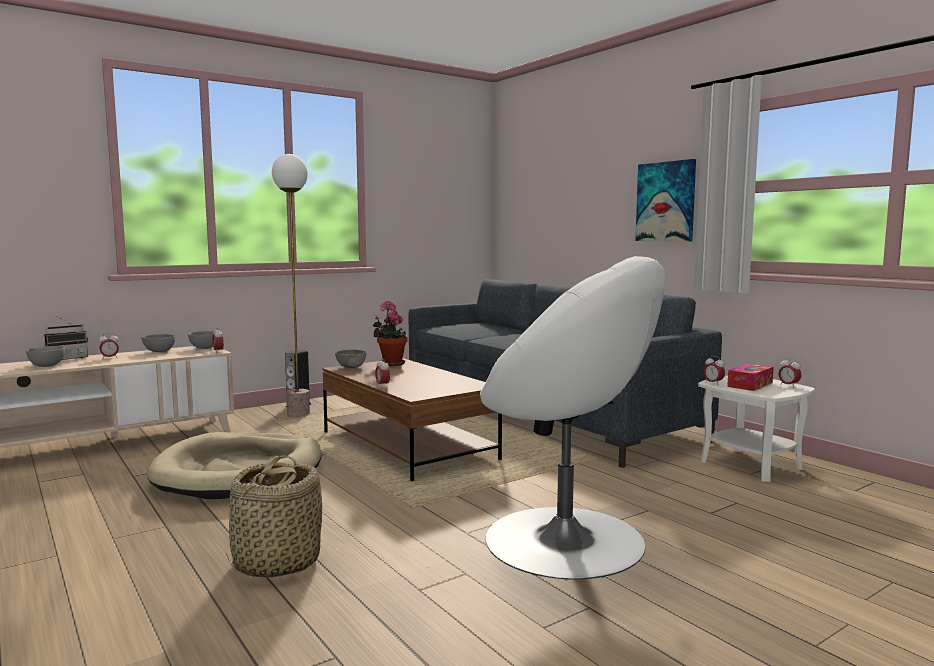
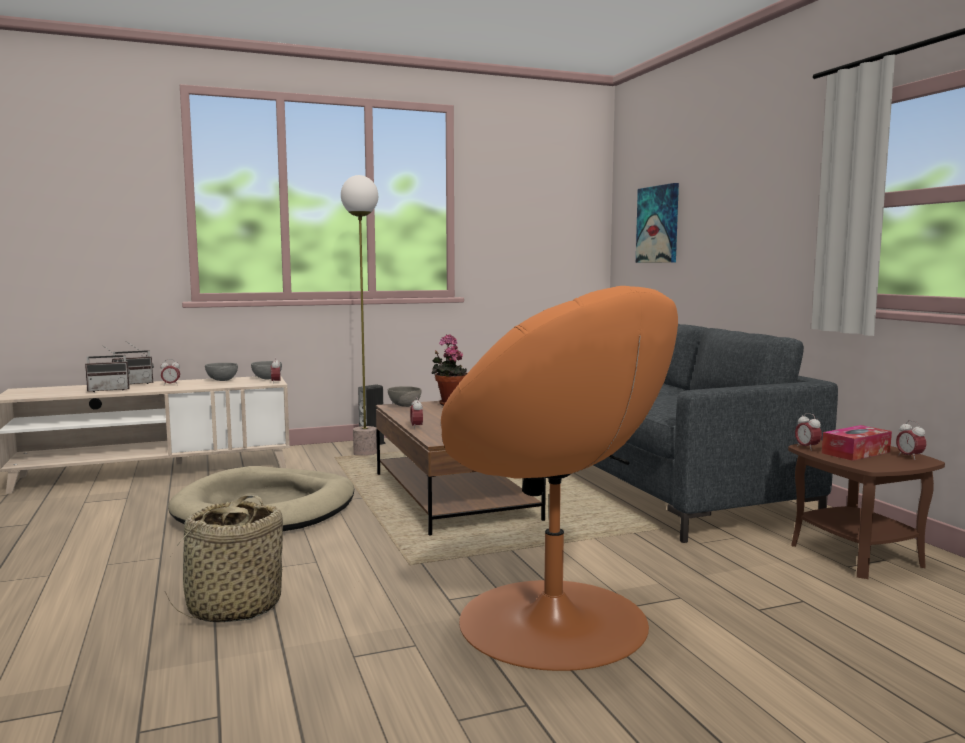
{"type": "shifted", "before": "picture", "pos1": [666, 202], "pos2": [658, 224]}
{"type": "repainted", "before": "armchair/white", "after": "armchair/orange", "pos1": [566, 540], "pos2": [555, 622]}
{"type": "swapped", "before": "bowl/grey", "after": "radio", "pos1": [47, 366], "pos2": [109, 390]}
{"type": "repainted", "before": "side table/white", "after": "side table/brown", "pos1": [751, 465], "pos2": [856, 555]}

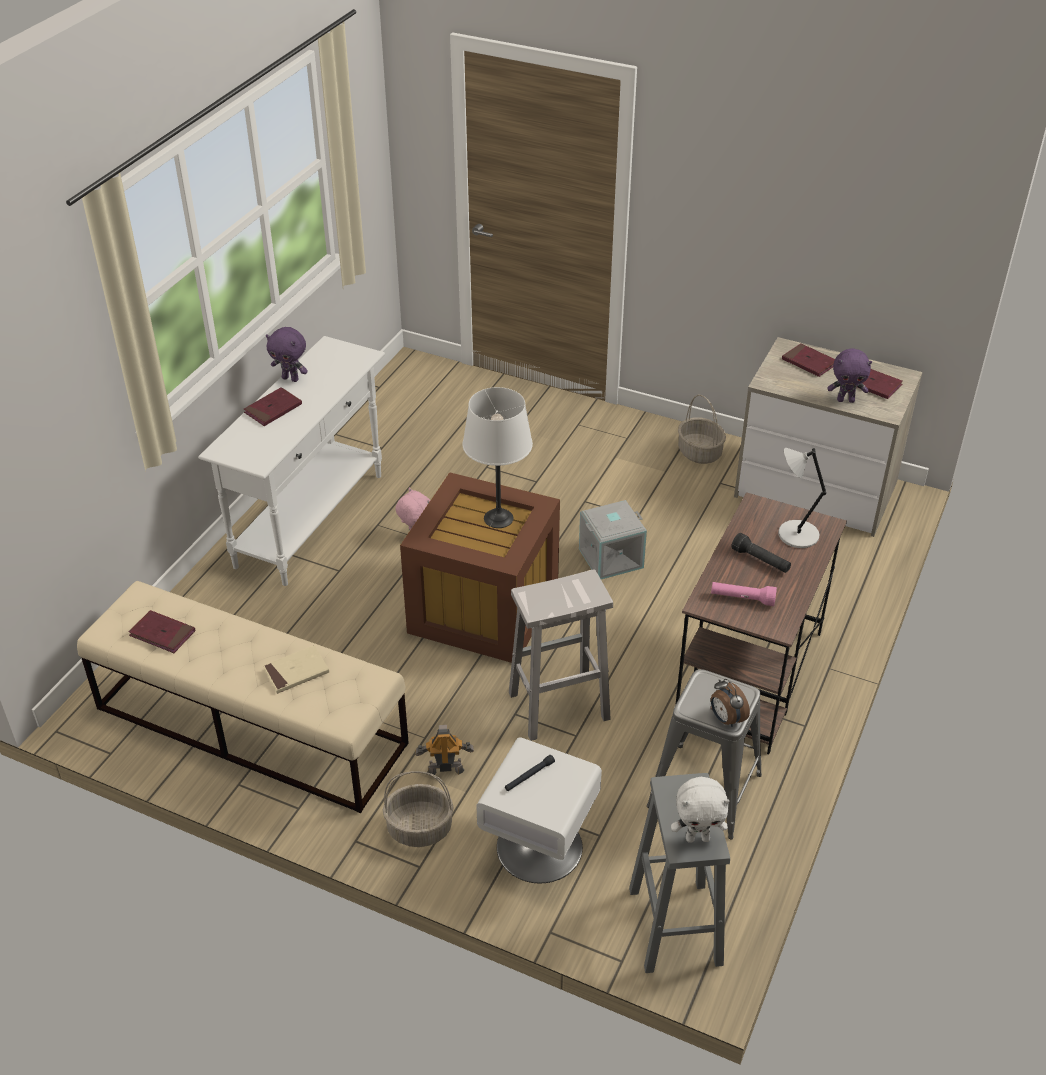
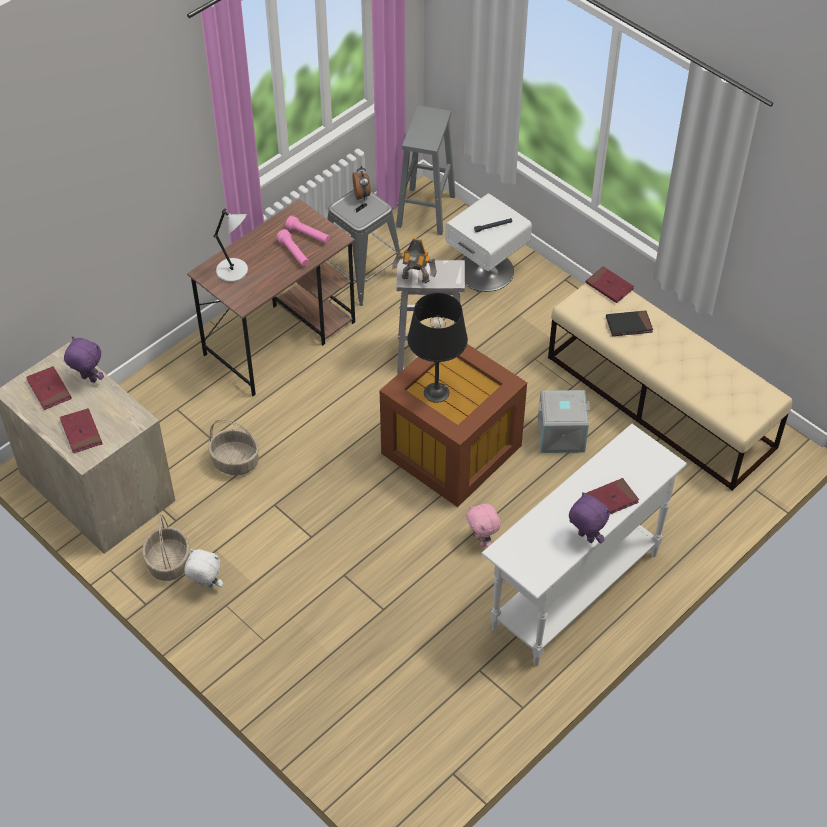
{"type": "repainted", "before": "table lamp/white", "after": "table lamp/black", "pos1": [498, 518], "pos2": [436, 392]}
{"type": "shifted", "before": "storage box/grey", "pos1": [611, 557], "pos2": [560, 436]}
{"type": "gone", "before": "flashlight/black", "pos1": [760, 561]}
{"type": "shifted", "before": "book/red", "pos1": [162, 634], "pos2": [609, 286]}
{"type": "repainted", "before": "book/beige", "after": "book/black", "pos1": [296, 672], "pos2": [629, 325]}
{"type": "shifted", "before": "toy robot", "pos1": [445, 770], "pos2": [415, 279]}
{"type": "shifted", "before": "basket", "pos1": [419, 829], "pos2": [236, 461]}
{"type": "shifted", "before": "plush toy/white", "pos1": [698, 837], "pos2": [206, 587]}
{"type": "new", "after": "flashlight/pink", "pos2": [294, 253]}

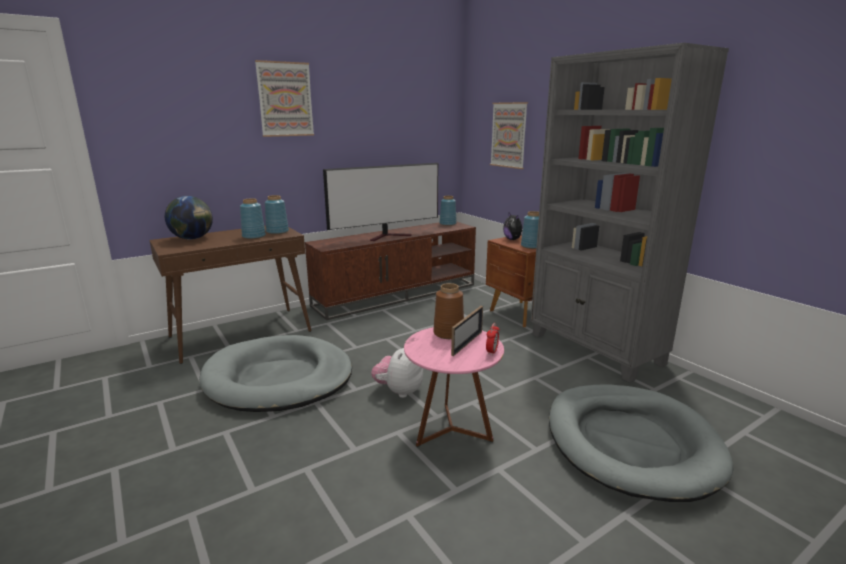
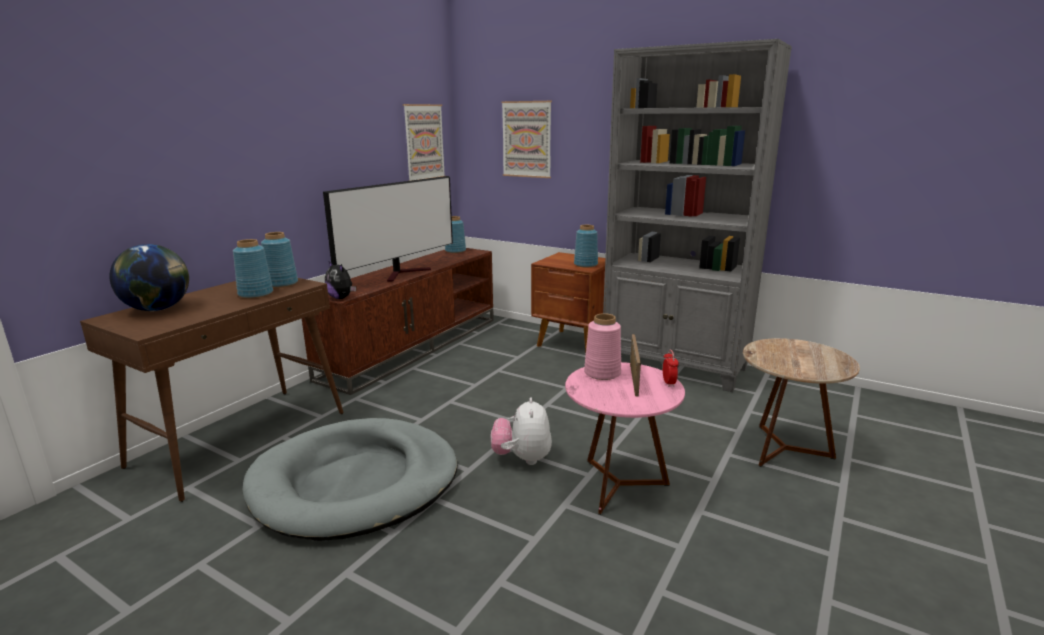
{"type": "shifted", "before": "picture", "pos1": [285, 99], "pos2": [424, 142]}
{"type": "shifted", "before": "plush toy", "pos1": [513, 239], "pos2": [341, 298]}
{"type": "repainted", "before": "vase/brown", "after": "vase/pink", "pos1": [448, 333], "pos2": [601, 373]}
{"type": "swapped", "before": "dog bed/grey", "after": "side table/brown", "pos1": [630, 443], "pos2": [784, 449]}

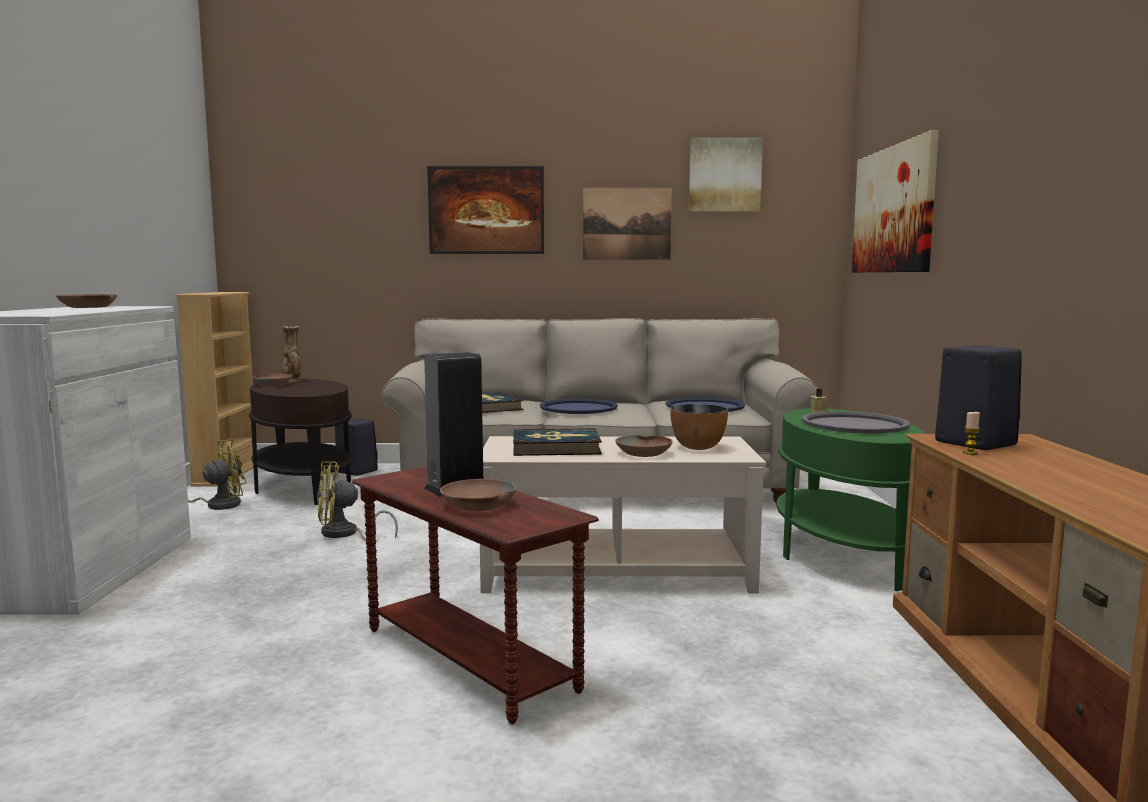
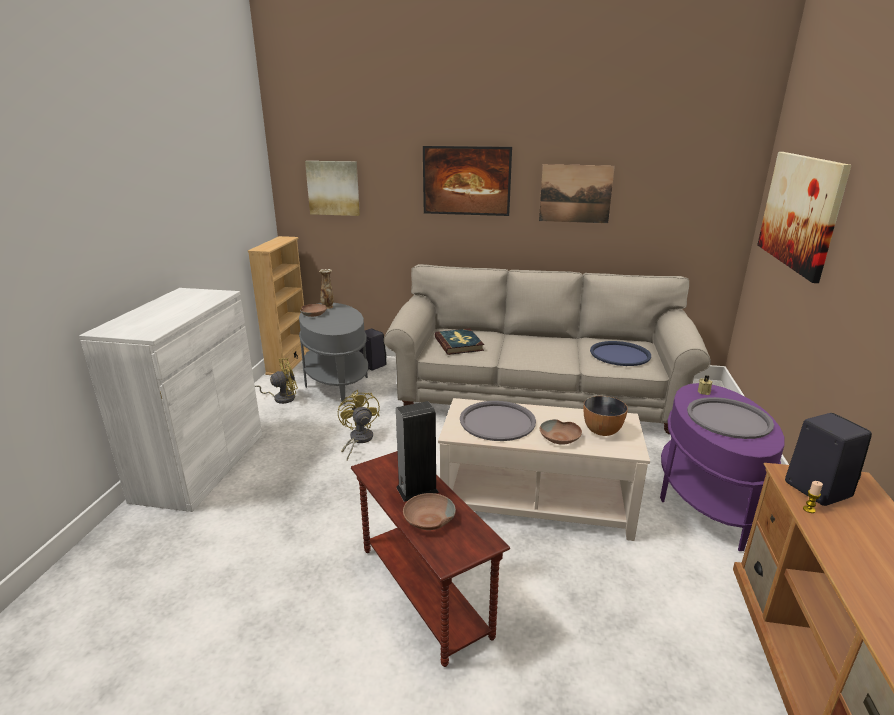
{"type": "shifted", "before": "picture", "pos1": [724, 175], "pos2": [333, 188]}
{"type": "gone", "before": "bowl/brown", "pos1": [87, 307]}
{"type": "repainted", "before": "side table/brown", "after": "side table/grey", "pos1": [303, 487], "pos2": [336, 382]}
{"type": "gone", "before": "tray/blue", "pos1": [579, 408]}
{"type": "repainted", "before": "side table/green", "after": "side table/purple", "pos1": [843, 555], "pos2": [706, 501]}
{"type": "swapped", "before": "book", "after": "tray/grey", "pos1": [556, 447], "pos2": [497, 421]}
{"type": "rotated", "before": "fan/yellow", "pos1": [345, 534], "pos2": [358, 440], "turn": 75}

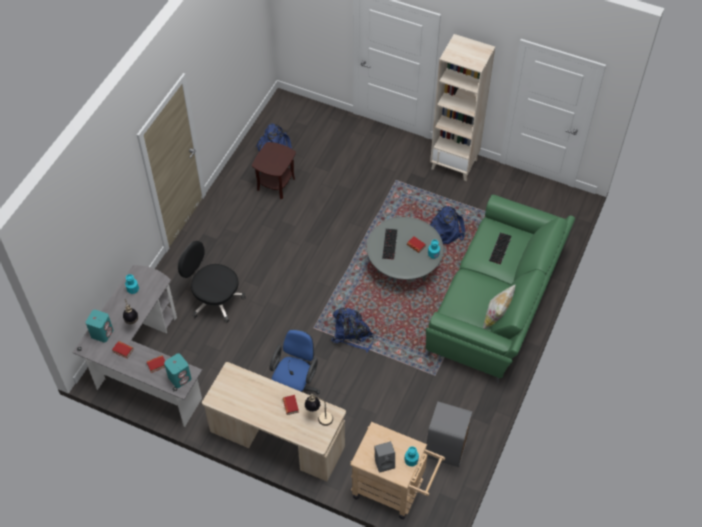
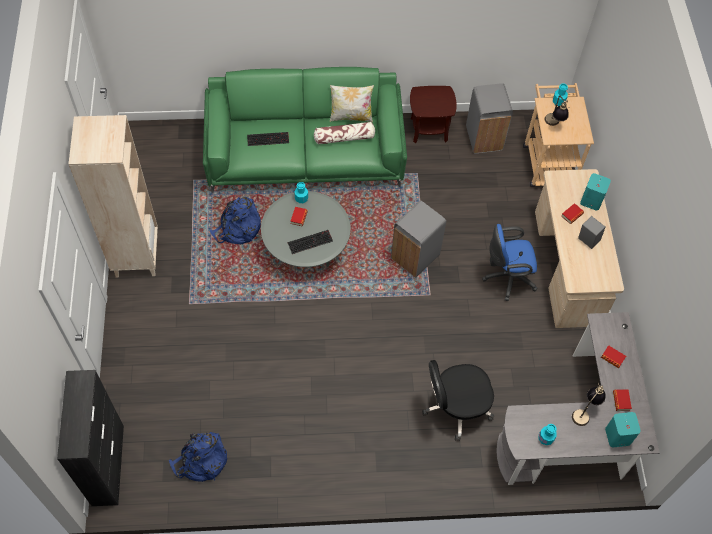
{"type": "shifted", "before": "side table/brown", "pos1": [276, 184], "pos2": [429, 129]}
{"type": "rotated", "before": "office chair/black", "pos1": [214, 300], "pos2": [456, 407], "turn": 75}
{"type": "swapped", "before": "backpack/blue", "after": "trash can/grey", "pos1": [352, 334], "pos2": [415, 257]}
{"type": "shifted", "before": "speaker/turquoise", "pos1": [180, 377], "pos2": [591, 200]}
{"type": "shifted", "before": "table lamp", "pos1": [319, 417], "pos2": [553, 125]}
{"type": "shifted", "before": "speaker/grey", "pos1": [384, 462], "pos2": [587, 240]}
{"type": "new", "after": "pillow", "pos2": [344, 138]}
{"type": "new", "after": "cabinet/black", "pos2": [108, 464]}

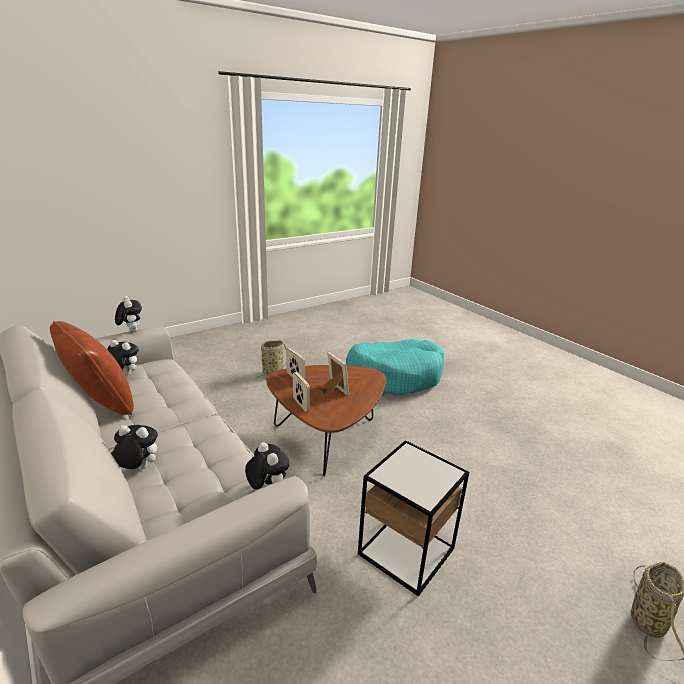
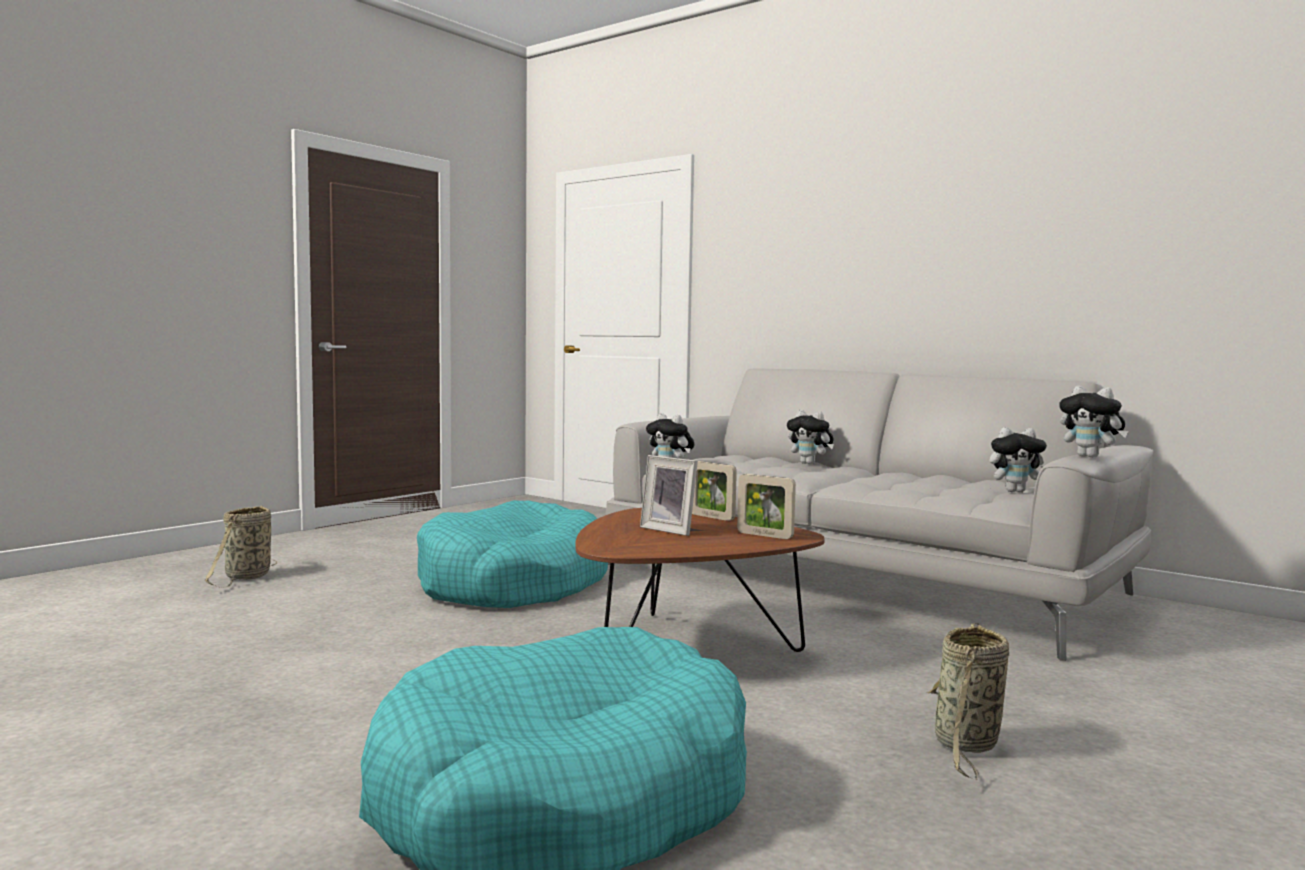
{"type": "gone", "before": "pillow/brown", "pos1": [100, 404]}
{"type": "rotated", "before": "plush toy", "pos1": [137, 468], "pos2": [810, 463], "turn": 45}
{"type": "swapped", "before": "side table", "after": "dog bed/turquoise", "pos1": [406, 551], "pos2": [512, 584]}

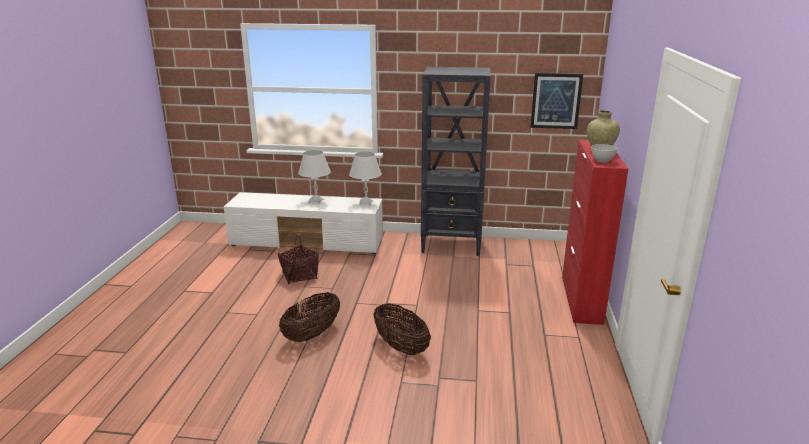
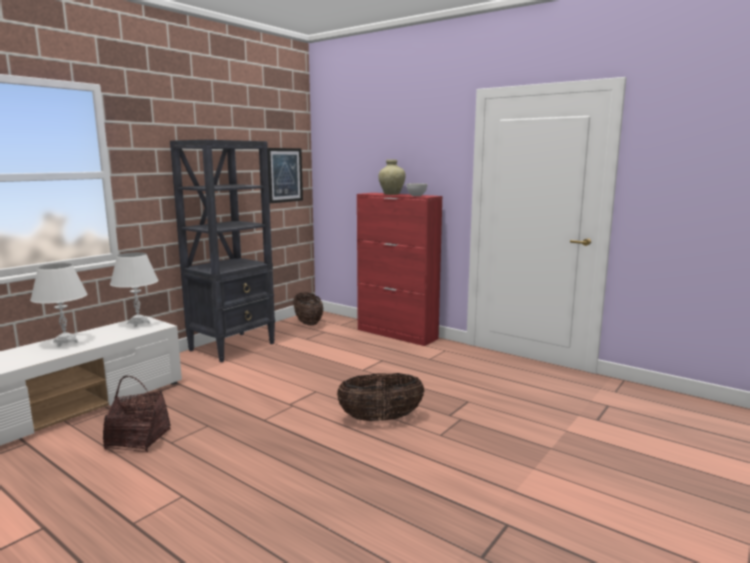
{"type": "shifted", "before": "basket", "pos1": [312, 334], "pos2": [308, 323]}

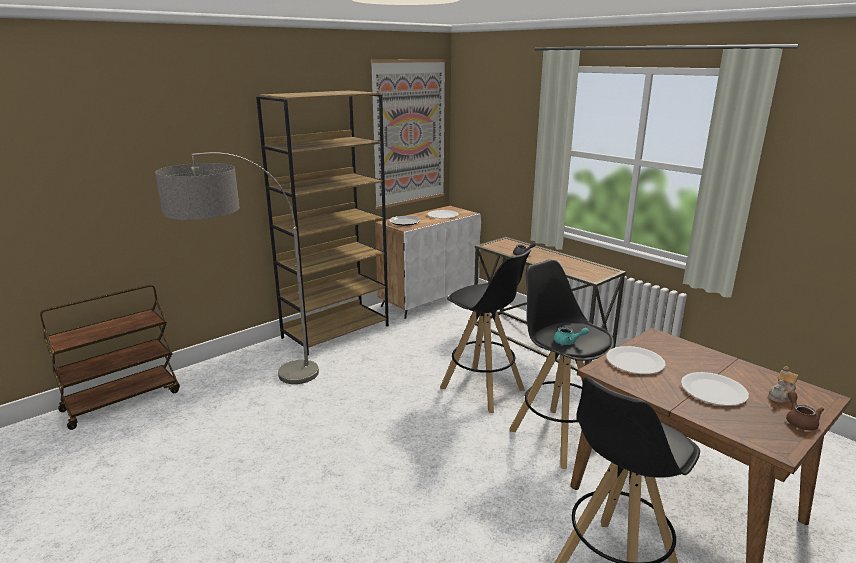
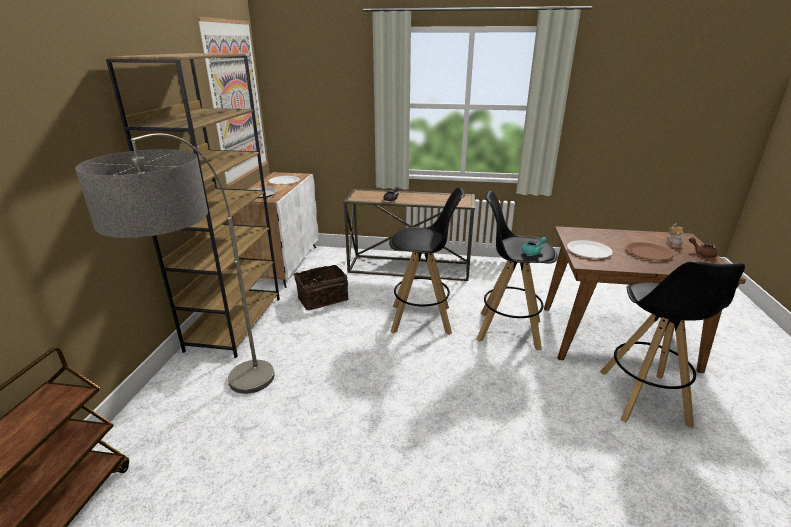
{"type": "repainted", "before": "plate/white", "after": "plate/brown", "pos1": [713, 391], "pos2": [648, 252]}
{"type": "new", "after": "basket", "pos2": [322, 298]}

